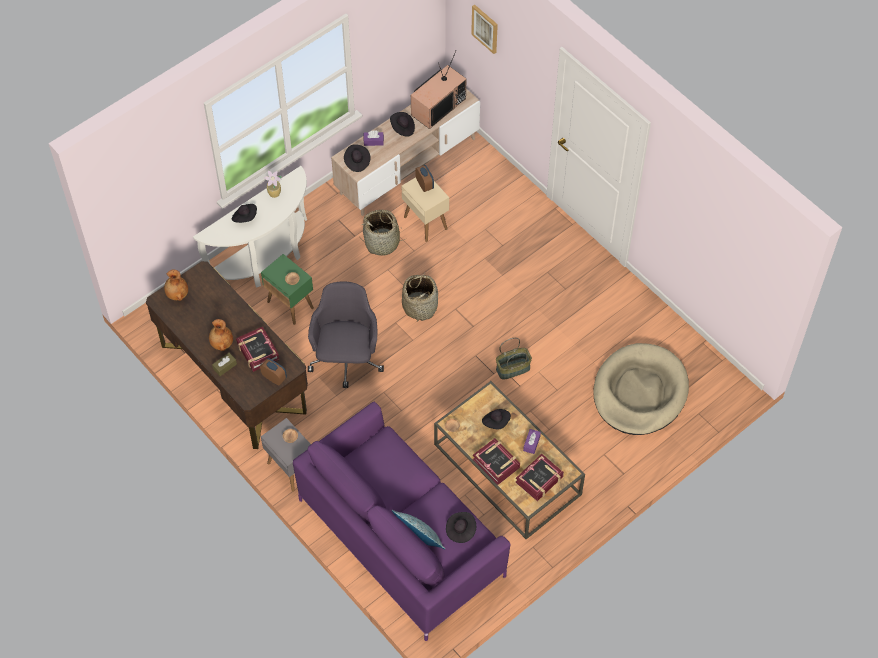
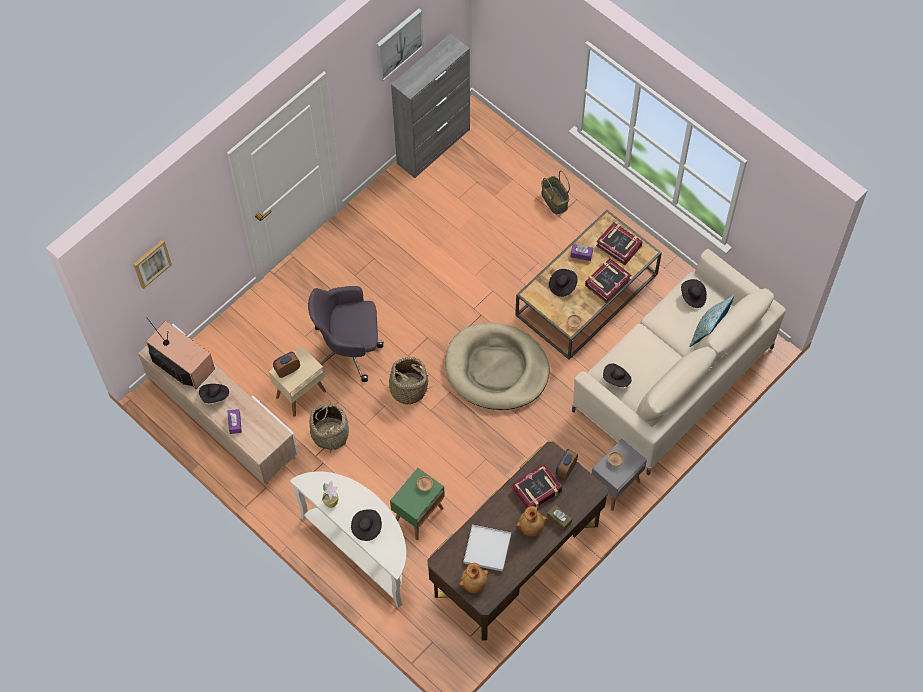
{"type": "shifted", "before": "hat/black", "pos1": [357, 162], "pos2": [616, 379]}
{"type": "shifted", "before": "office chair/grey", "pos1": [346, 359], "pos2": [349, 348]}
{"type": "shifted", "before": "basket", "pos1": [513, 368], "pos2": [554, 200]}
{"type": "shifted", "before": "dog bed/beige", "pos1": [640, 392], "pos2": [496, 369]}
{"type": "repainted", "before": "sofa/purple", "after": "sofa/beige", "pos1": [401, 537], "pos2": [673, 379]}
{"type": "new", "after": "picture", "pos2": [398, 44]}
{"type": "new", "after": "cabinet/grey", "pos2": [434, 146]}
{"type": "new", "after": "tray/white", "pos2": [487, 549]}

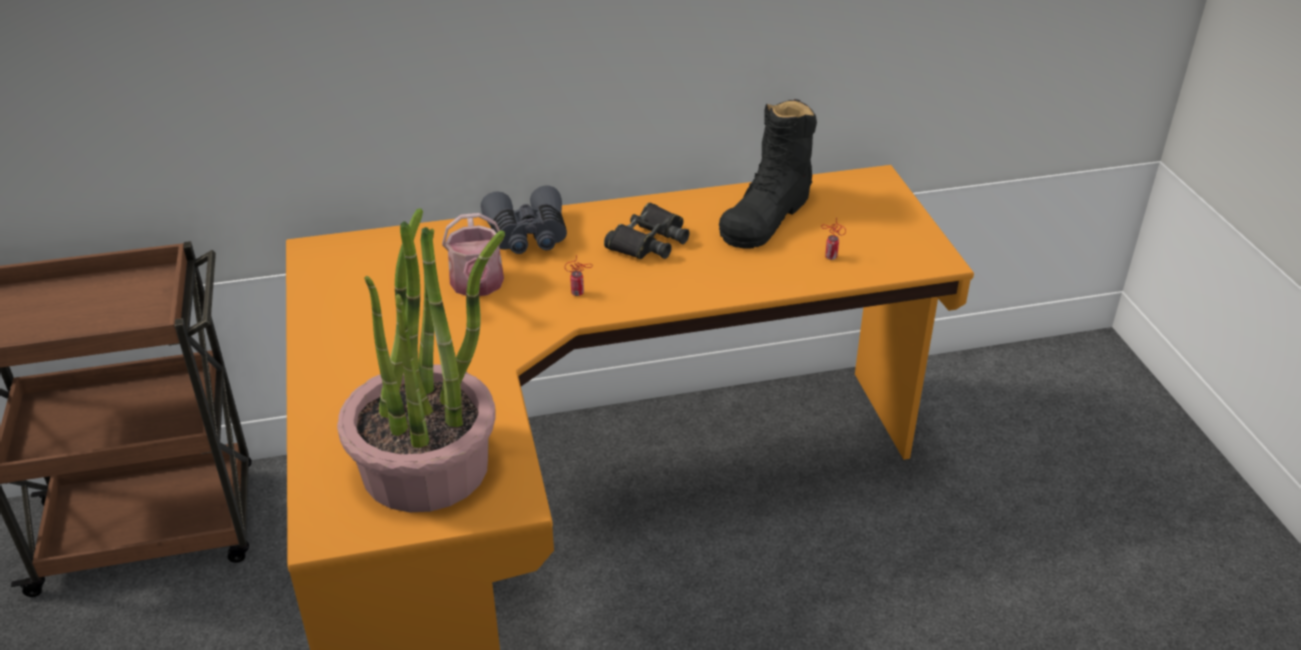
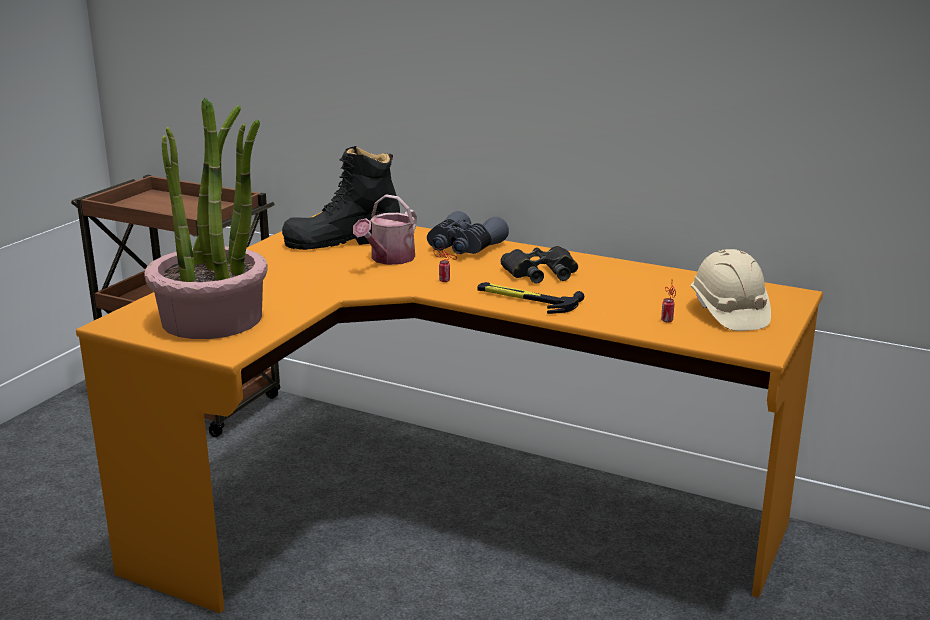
{"type": "shifted", "before": "boot/black", "pos1": [766, 216], "pos2": [342, 241]}
{"type": "new", "after": "hard hat/beige", "pos2": [728, 313]}
{"type": "new", "after": "hammer", "pos2": [526, 300]}

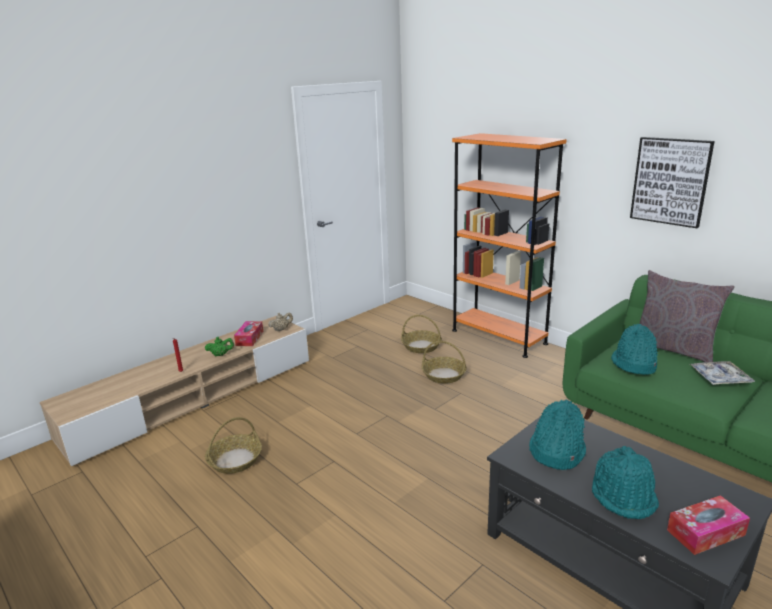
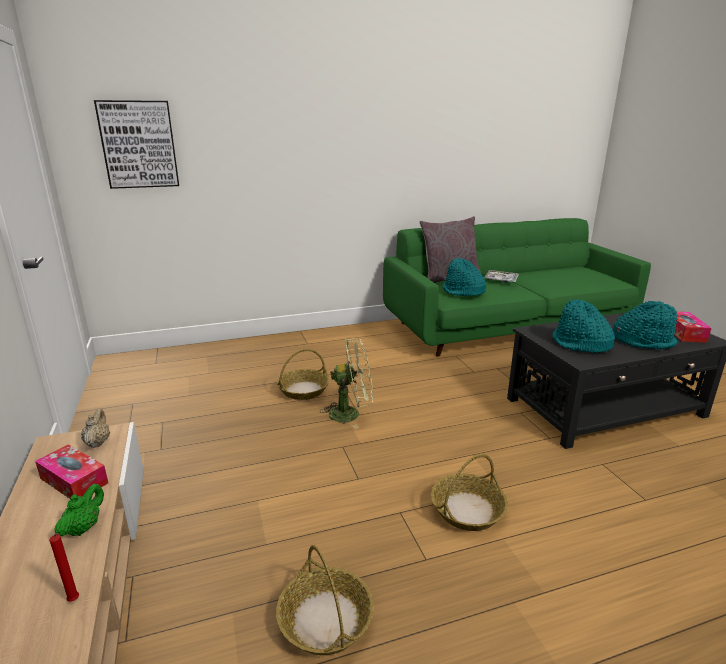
{"type": "gone", "before": "bookcase/orange", "pos1": [498, 337]}
{"type": "shifted", "before": "picture", "pos1": [670, 181], "pos2": [139, 145]}
{"type": "shifted", "before": "basket", "pos1": [421, 346], "pos2": [467, 510]}
{"type": "new", "after": "fan/green", "pos2": [351, 413]}

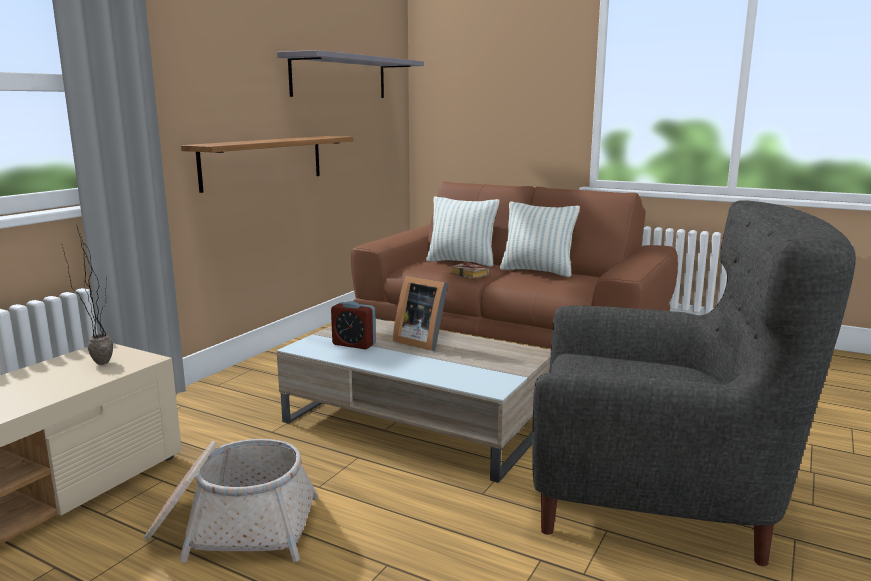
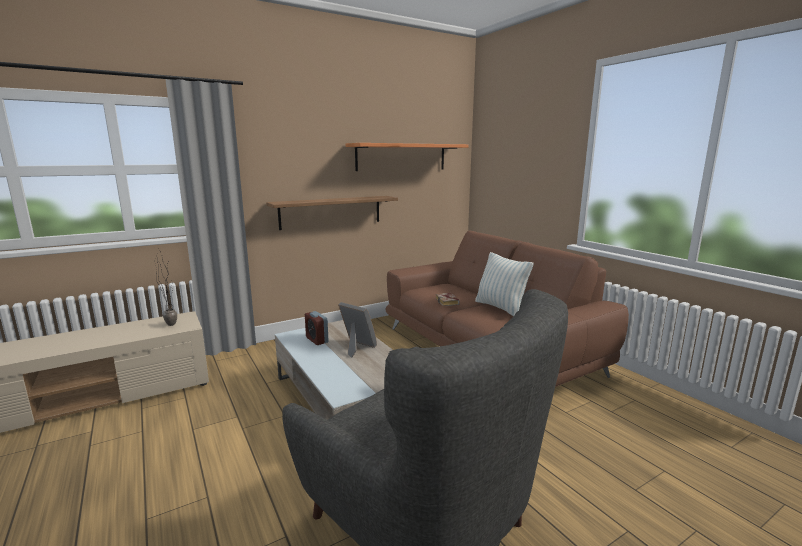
{"type": "repainted", "before": "shelf/grey", "after": "shelf/orange", "pos1": [340, 77], "pos2": [401, 157]}
{"type": "gone", "before": "pillow", "pos1": [462, 262]}
{"type": "rotated", "before": "picture frame", "pos1": [422, 341], "pos2": [356, 347], "turn": 150}
{"type": "gone", "before": "basket", "pos1": [233, 527]}

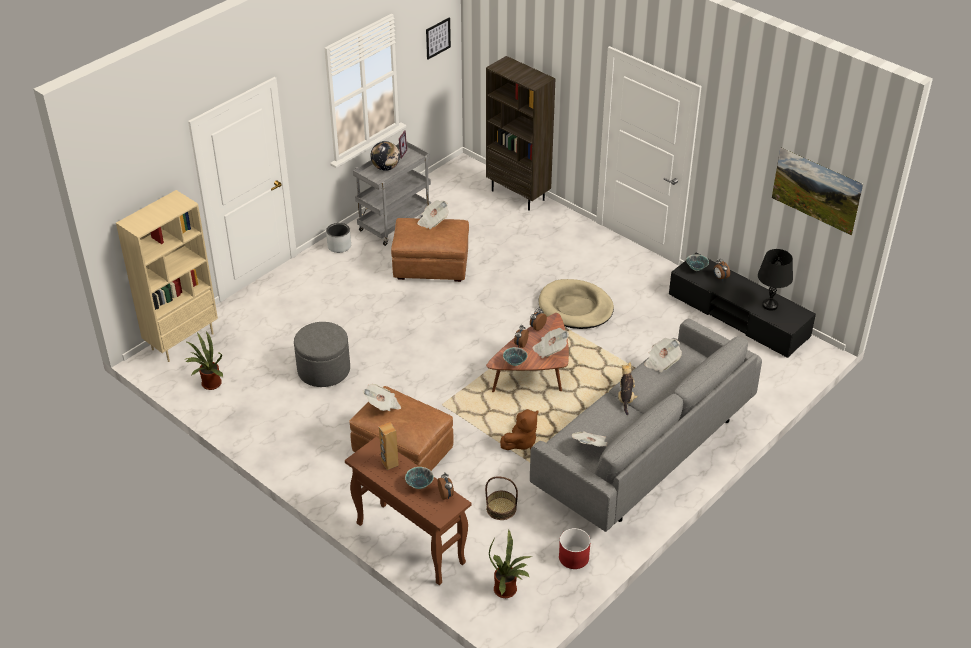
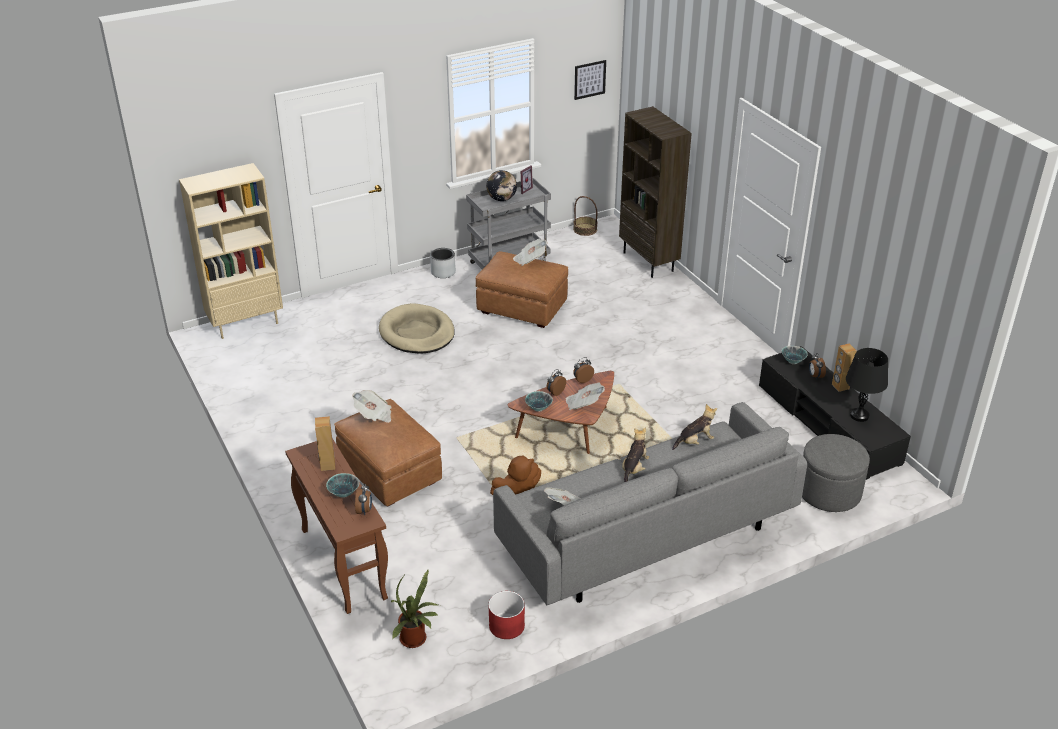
{"type": "gone", "before": "picture", "pos1": [813, 203]}
{"type": "shifted", "before": "dog bed/beige", "pos1": [575, 307], "pos2": [417, 333]}
{"type": "shifted", "before": "ottoman/grey", "pos1": [324, 370], "pos2": [829, 492]}
{"type": "gone", "before": "potted plant", "pos1": [209, 384]}
{"type": "swapped", "before": "newspaper", "after": "plush toy", "pos1": [661, 362], "pos2": [695, 442]}
{"type": "shifted", "before": "basket", "pos1": [501, 508], "pos2": [585, 229]}
{"type": "new", "after": "speaker/brown", "pos2": [840, 386]}

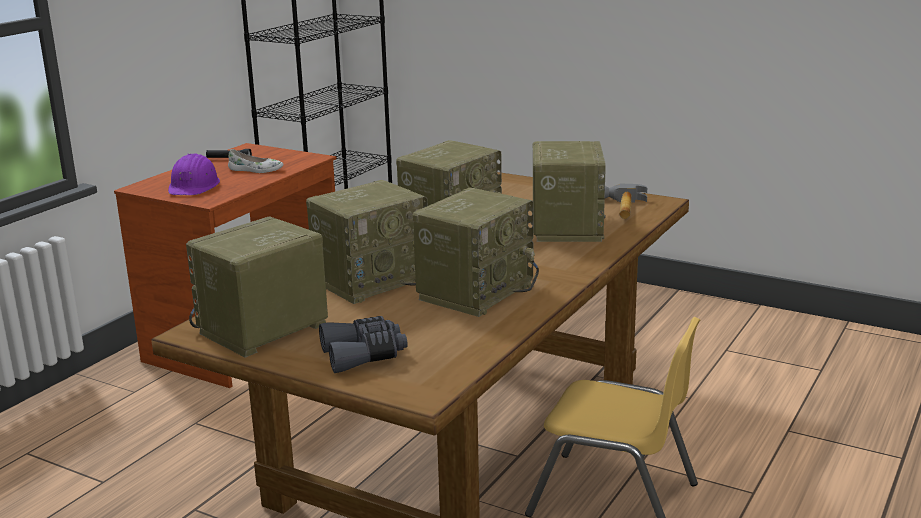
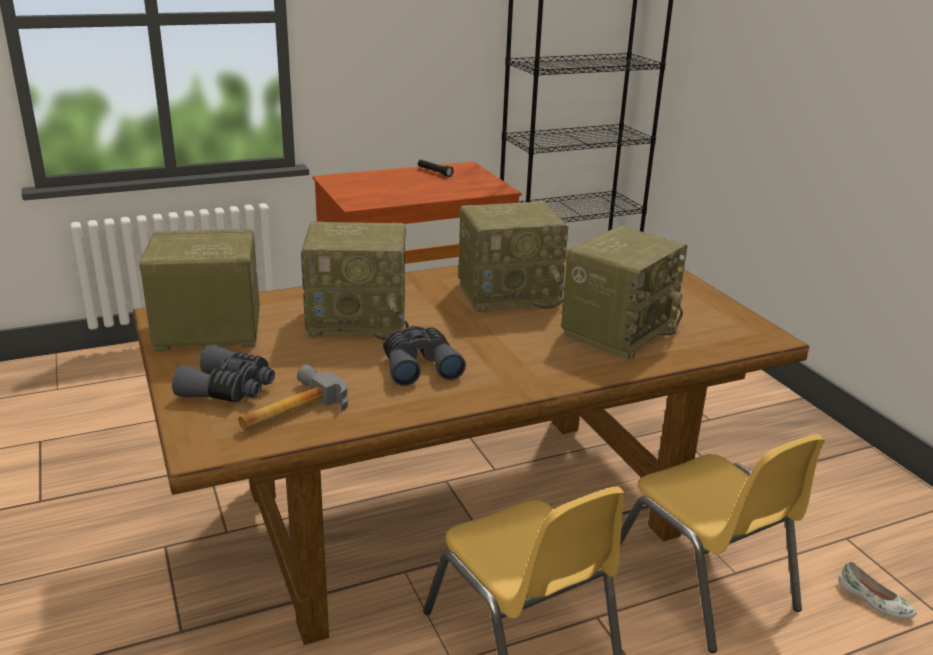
{"type": "shifted", "before": "shoe/white", "pos1": [255, 170], "pos2": [874, 601]}
{"type": "gone", "before": "hard hat/purple", "pos1": [194, 186]}
{"type": "shifted", "before": "hammer", "pos1": [621, 209], "pos2": [289, 410]}
{"type": "swapped", "before": "radio", "after": "binoculars/grey", "pos1": [475, 291], "pos2": [419, 365]}
{"type": "new", "after": "chair/yellow", "pos2": [702, 583]}

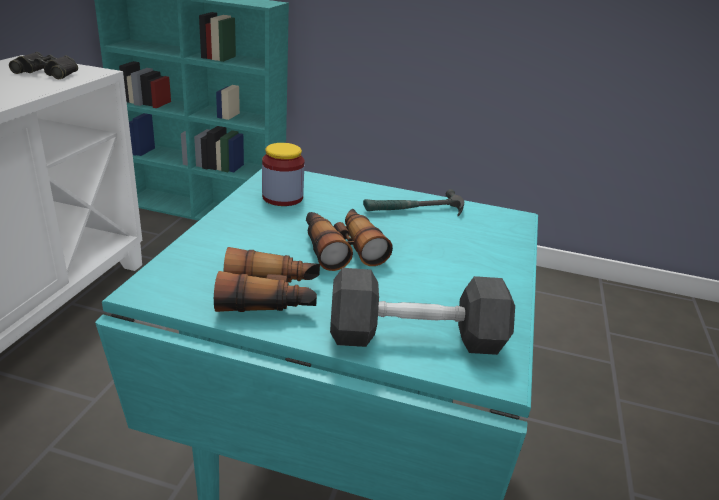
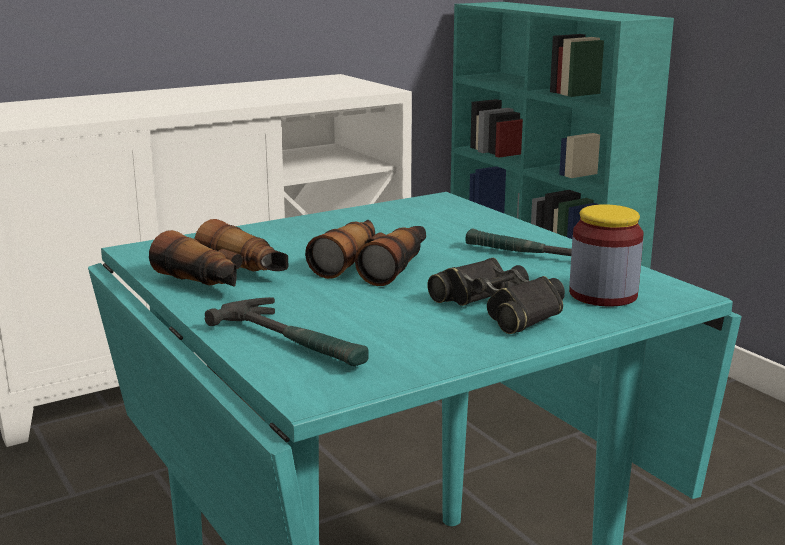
{"type": "shifted", "before": "binoculars/black", "pos1": [48, 73], "pos2": [500, 308]}
{"type": "shifted", "before": "jar", "pos1": [282, 197], "pos2": [603, 294]}
{"type": "swapped", "before": "dumbbell/grey", "after": "hammer", "pos1": [416, 337], "pos2": [294, 342]}

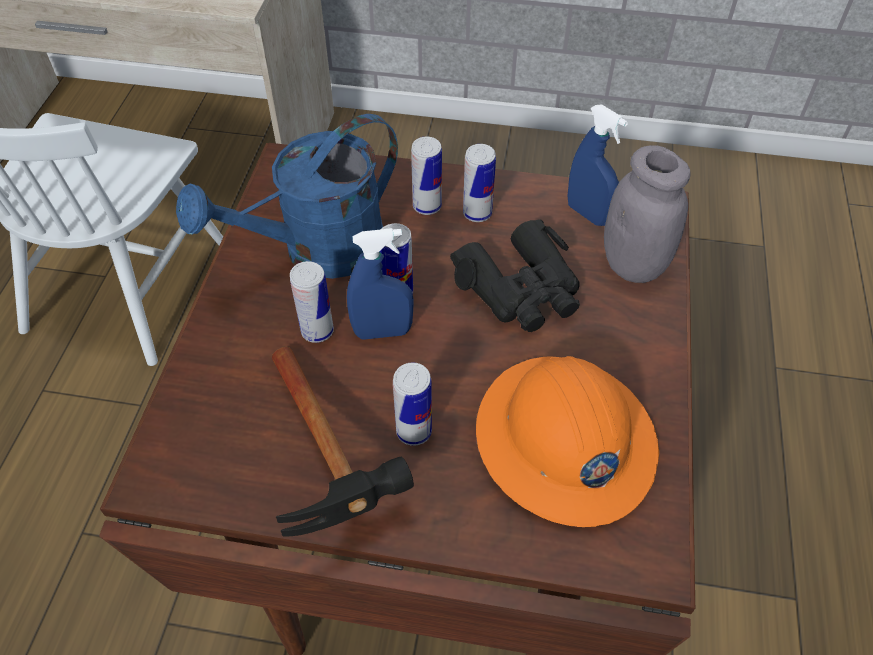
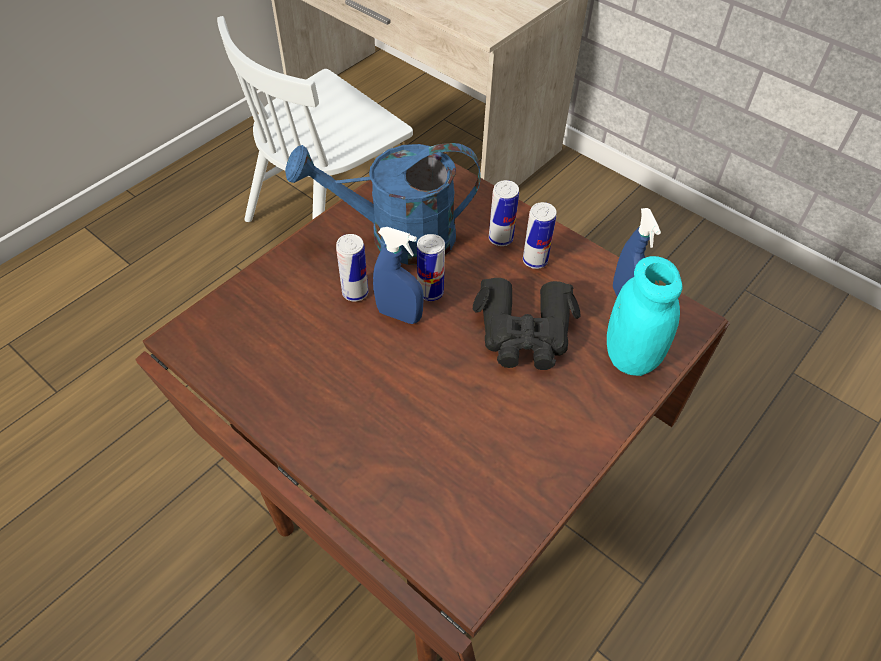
{"type": "repainted", "before": "jar/grey", "after": "jar/turquoise", "pos1": [633, 265], "pos2": [630, 357]}
{"type": "gone", "before": "hammer", "pos1": [334, 470]}
{"type": "gone", "before": "hard hat/orange", "pos1": [564, 441]}
{"type": "gone", "before": "can", "pos1": [414, 431]}

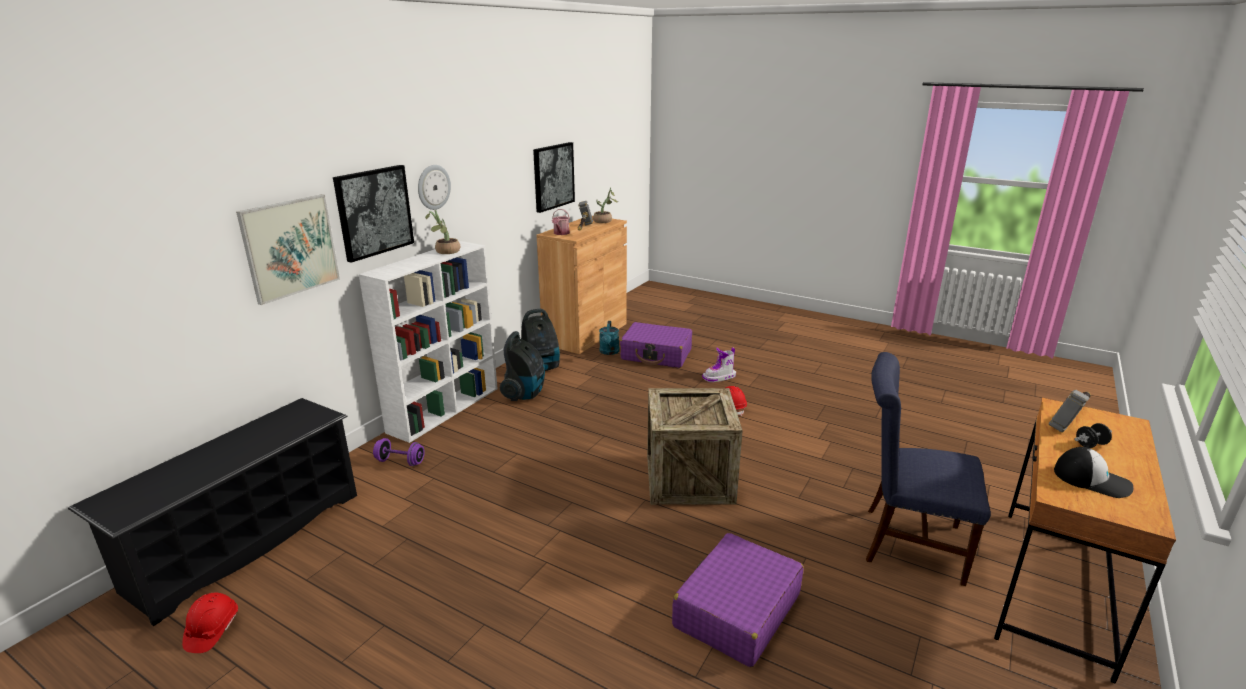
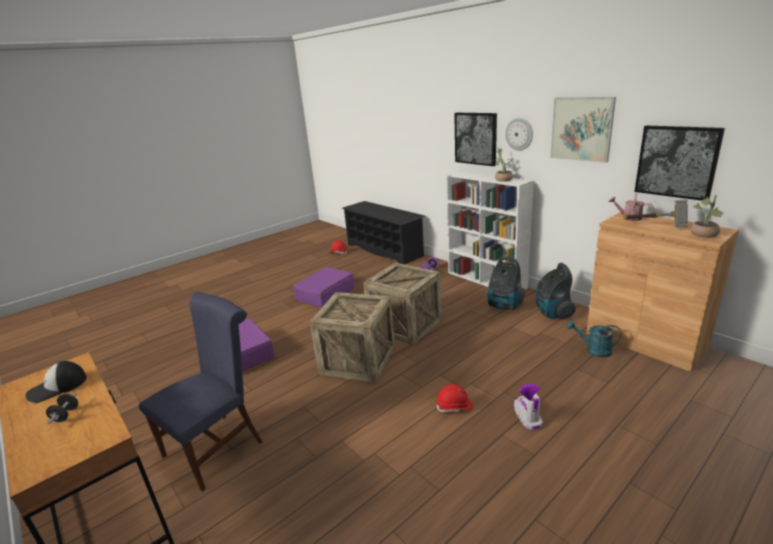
{"type": "shifted", "before": "picture", "pos1": [290, 247], "pos2": [581, 129]}
{"type": "shifted", "before": "suitcase/purple", "pos1": [656, 354], "pos2": [325, 294]}
{"type": "gone", "before": "hammer", "pos1": [1071, 419]}
{"type": "new", "after": "crate", "pos2": [405, 325]}

